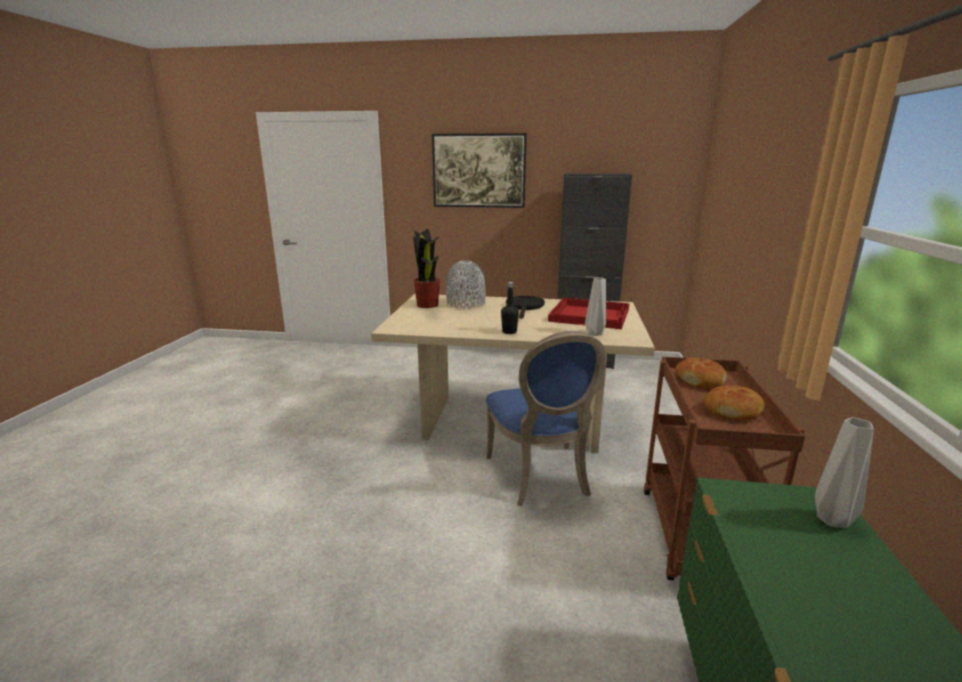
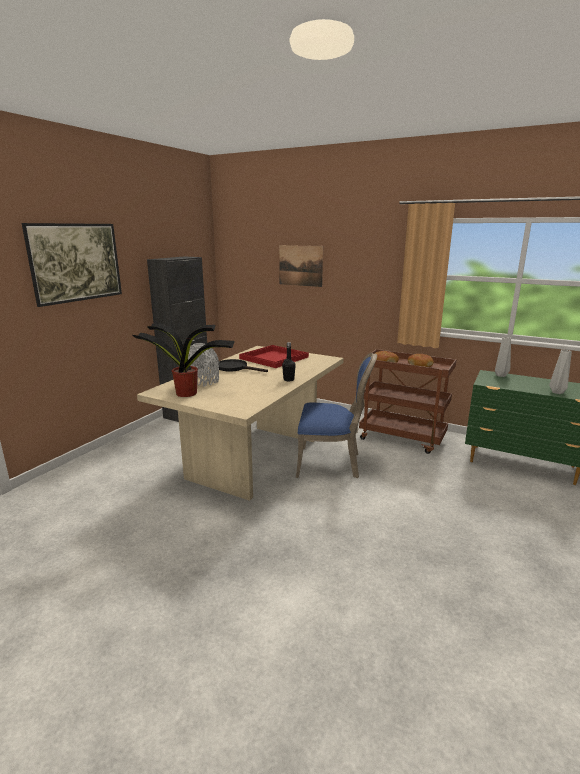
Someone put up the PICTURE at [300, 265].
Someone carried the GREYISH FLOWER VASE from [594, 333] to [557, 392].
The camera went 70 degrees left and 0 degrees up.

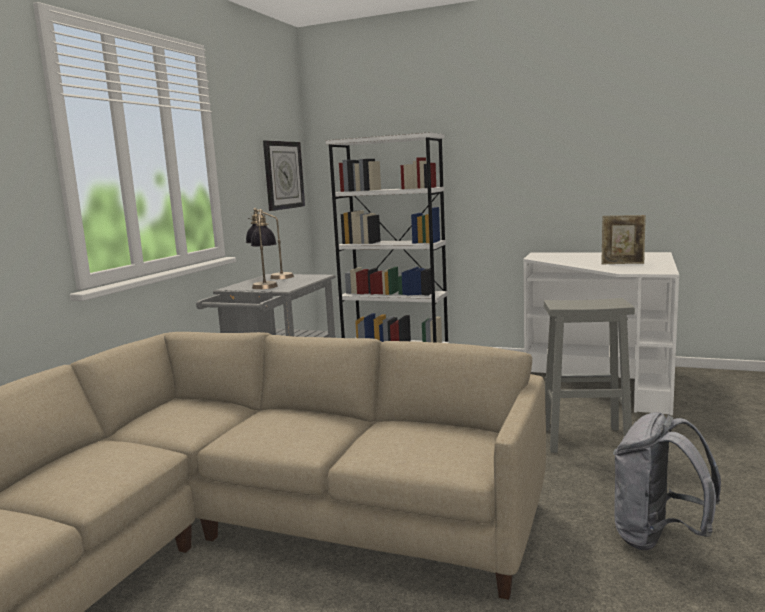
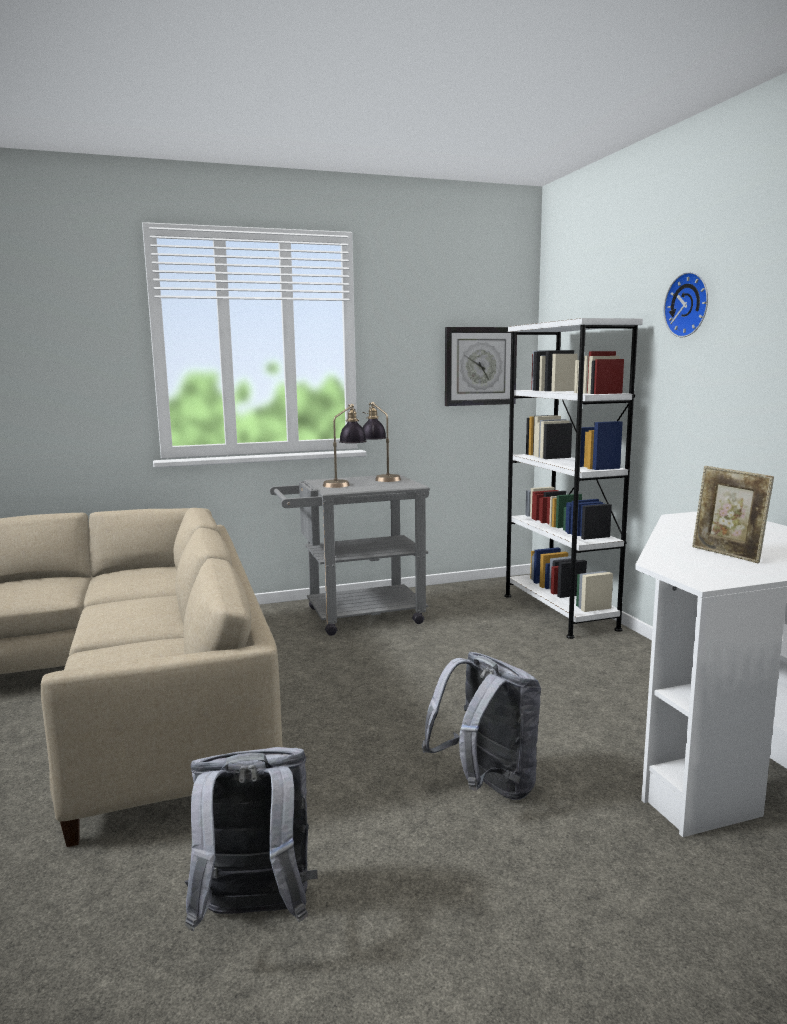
Someone swapped the GREYISH STOOL SEAT at [583, 440] for the GREYISH KNAPSACK at [486, 787].
Someone put up the HANGING CLOCK at [689, 305].
The camera went 50 degrees right and 0 degrees up.

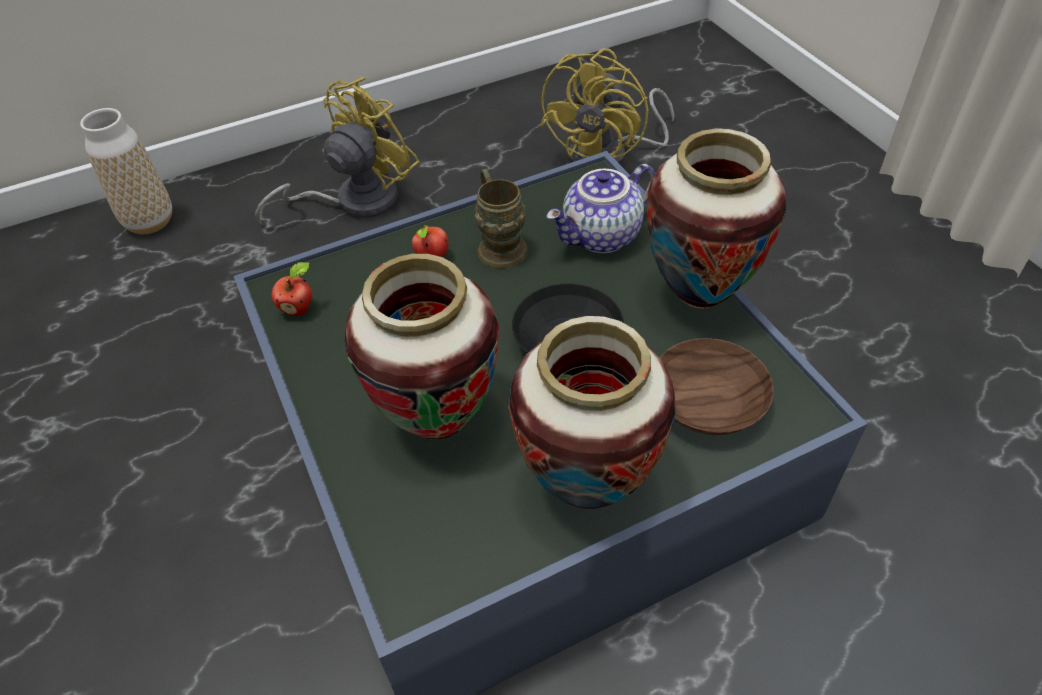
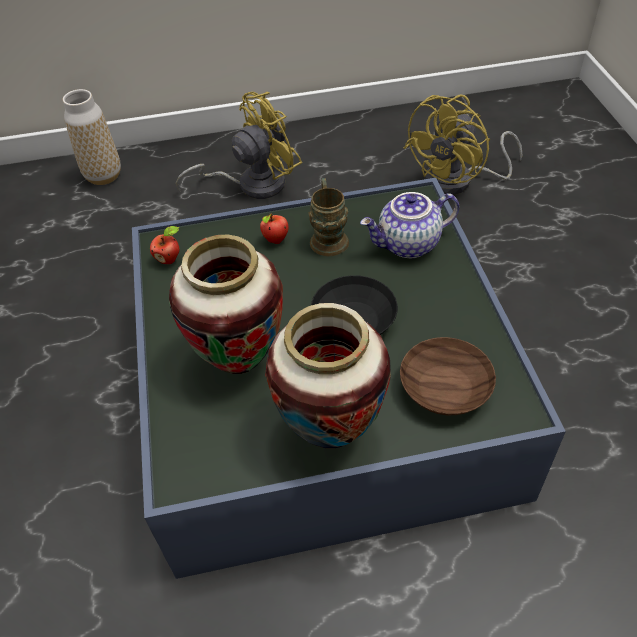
Someone took away the FLOWER VASE at [698, 295].
The camera went 15 degrees right and 0 degrees up.

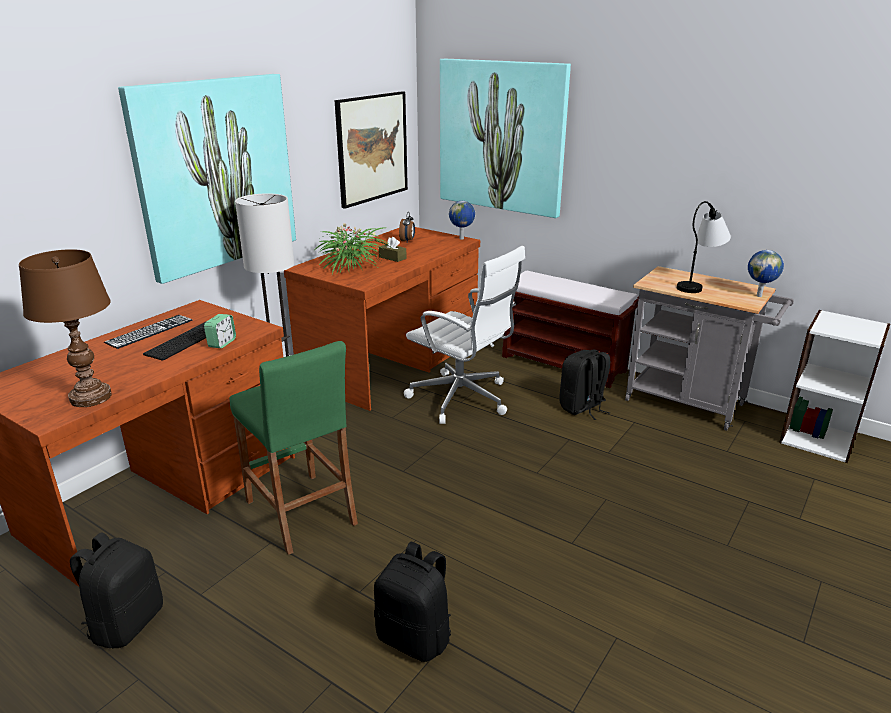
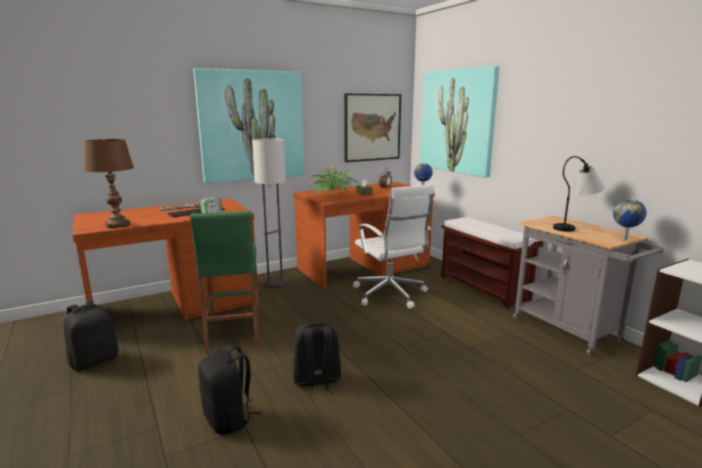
Someone carried the BLACKISH KNAPSACK from [582, 408] to [316, 381].
The camera went 25 degrees right and 10 degrees down.

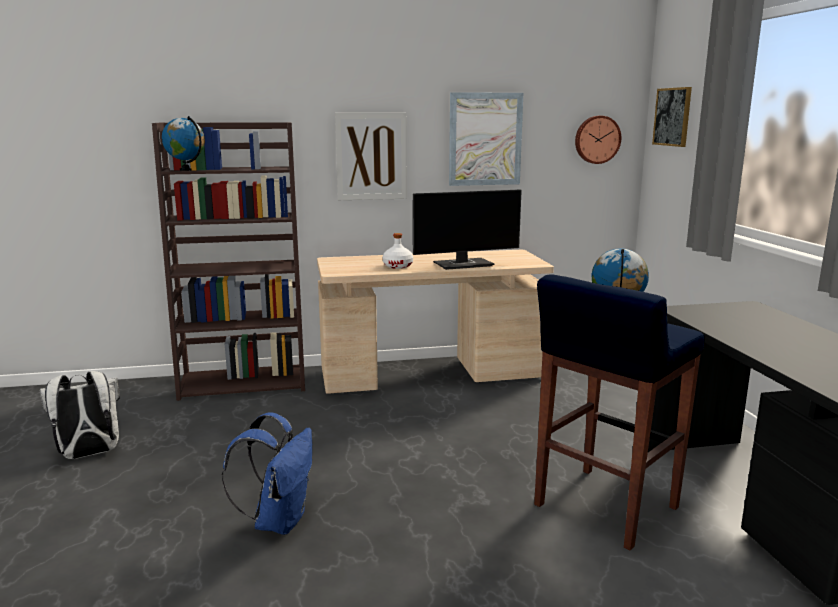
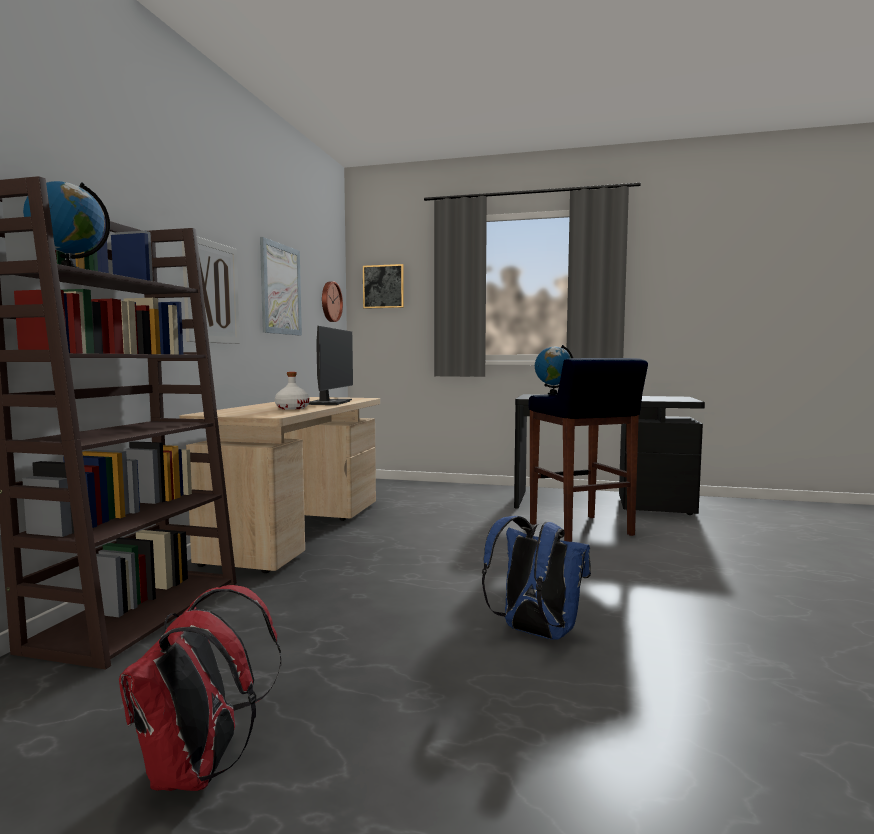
Someone repainted the WHITISH KNAPSACK at [88, 454], which became the RED KNAPSACK at [200, 770].
The camera went 65 degrees left and 10 degrees down.

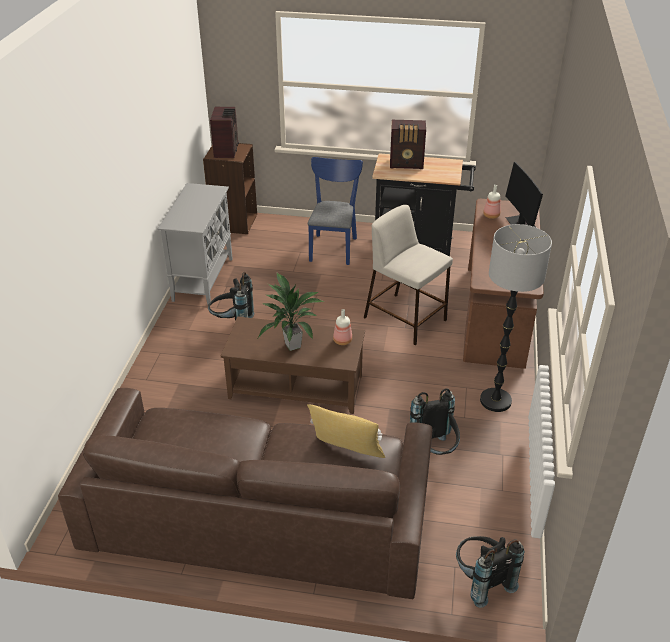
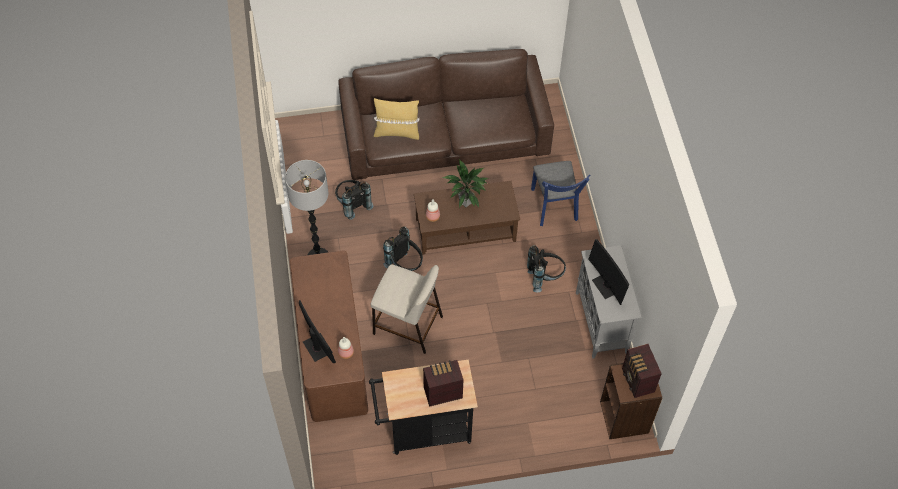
Someone carried the BLACKISH KNAPSACK from [481, 581] to [405, 265].
Someone carried the BLUE CHAIR from [333, 246] to [554, 208].
Someone put down the COMPUTER SCREEN at [606, 286].
The camera went 160 degrees right and 20 degrees up.

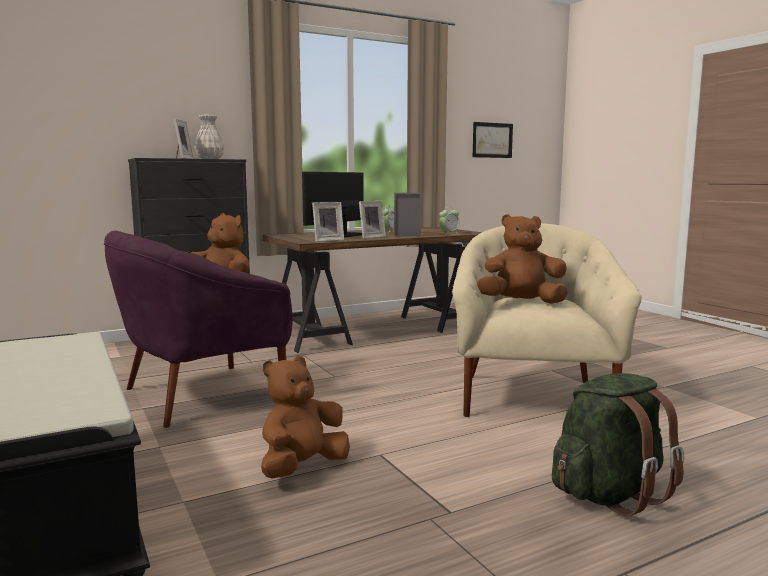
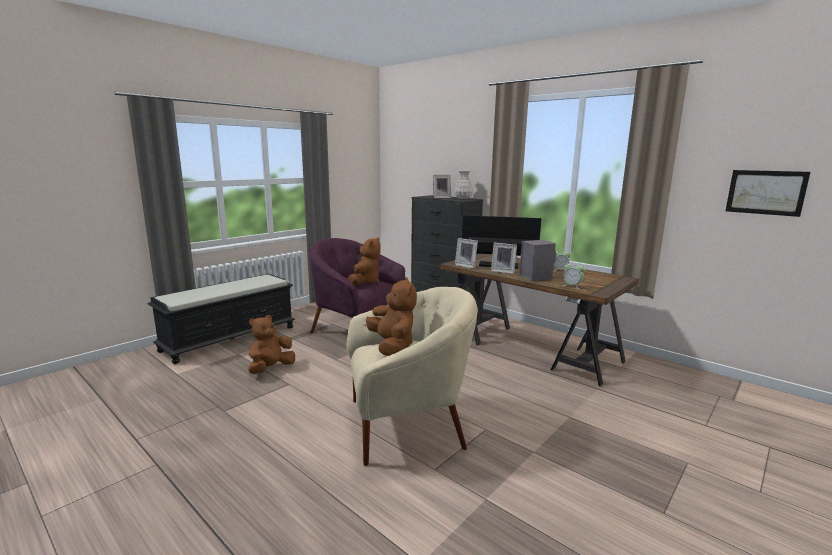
Someone rotated the BROWN-COLOURED SOFT TOY at [302, 467] by 75 degrees counterclockwise.
Someone took away the GREEN KNAPSACK at [609, 494].
The camera went 70 degrees right and 5 degrees up.

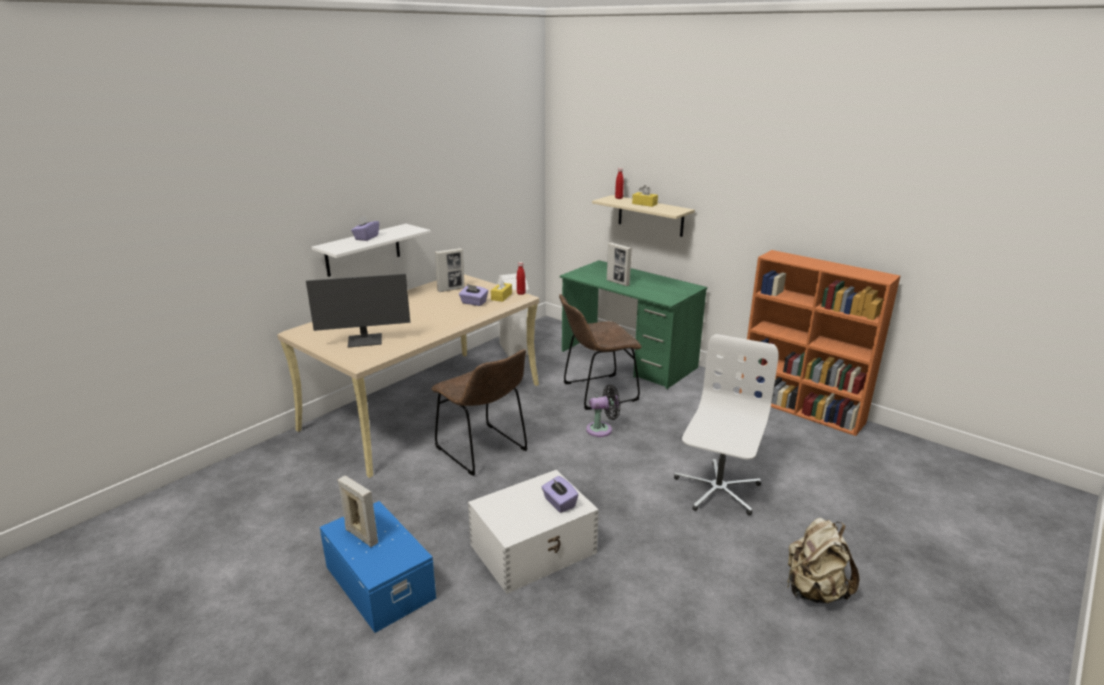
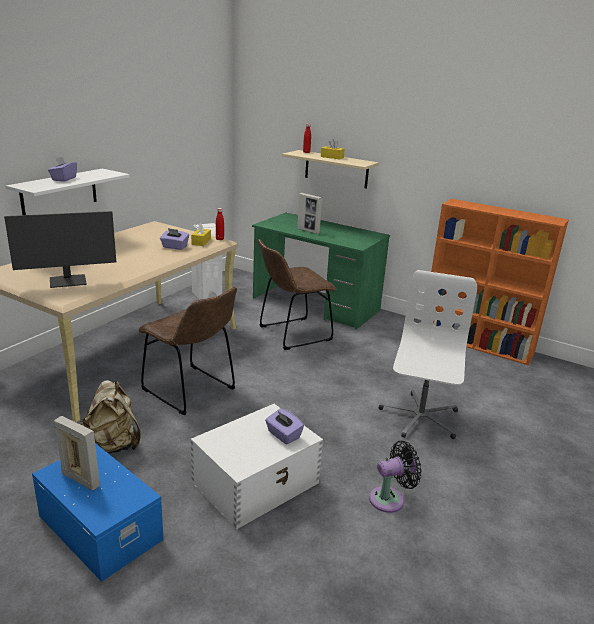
Someone carried the SAND-COLOURED KNAPSACK from [814, 591] to [113, 446].
Someone carried the BLACKISH COOLING FAN from [602, 429] to [390, 499].
Someone took away the PICTURE FRAME at [451, 289].
The camera went 10 degrees left and 0 degrees up.

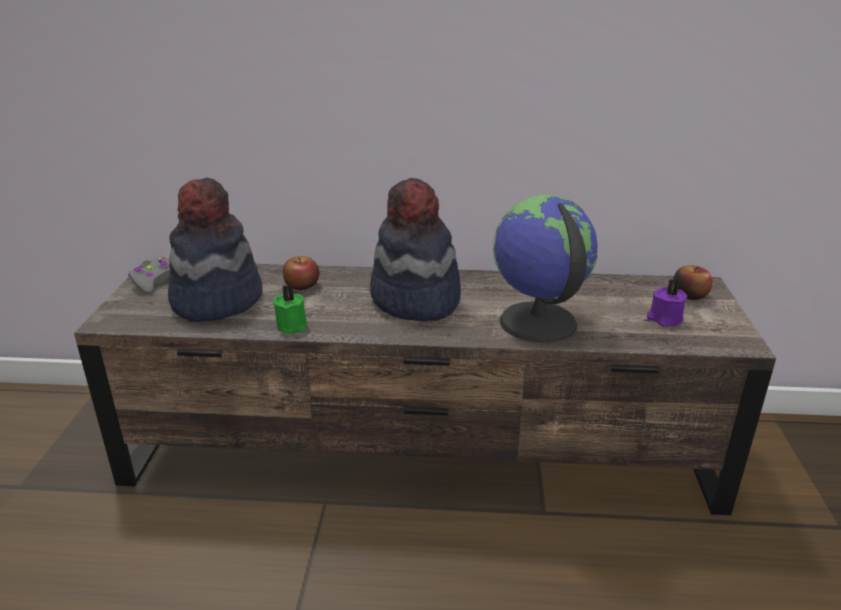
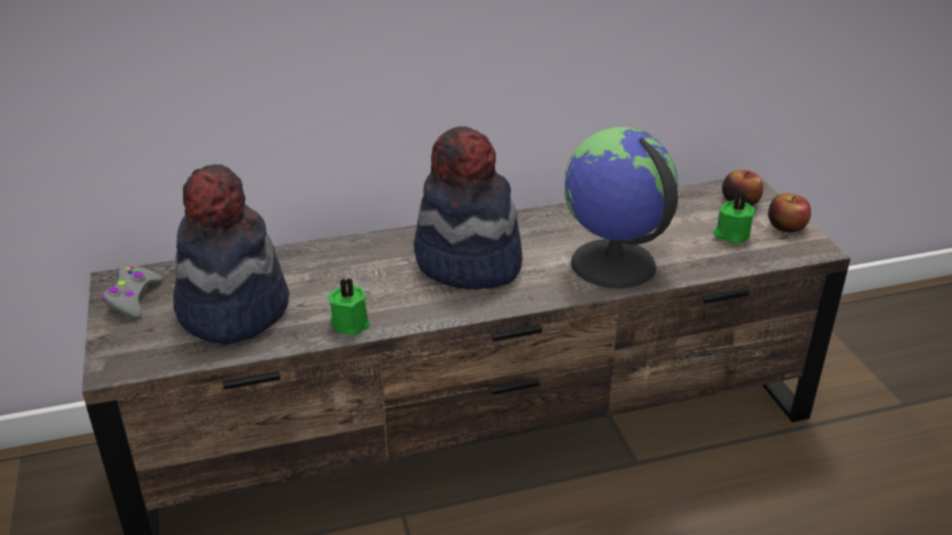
Someone repainted the PURPLE WAX CANDLE at [664, 319], which became the GREEN WAX CANDLE at [731, 235].
Someone carried the APPLE FRUIT from [302, 285] to [786, 226].
The camera went 20 degrees left and 5 degrees up.

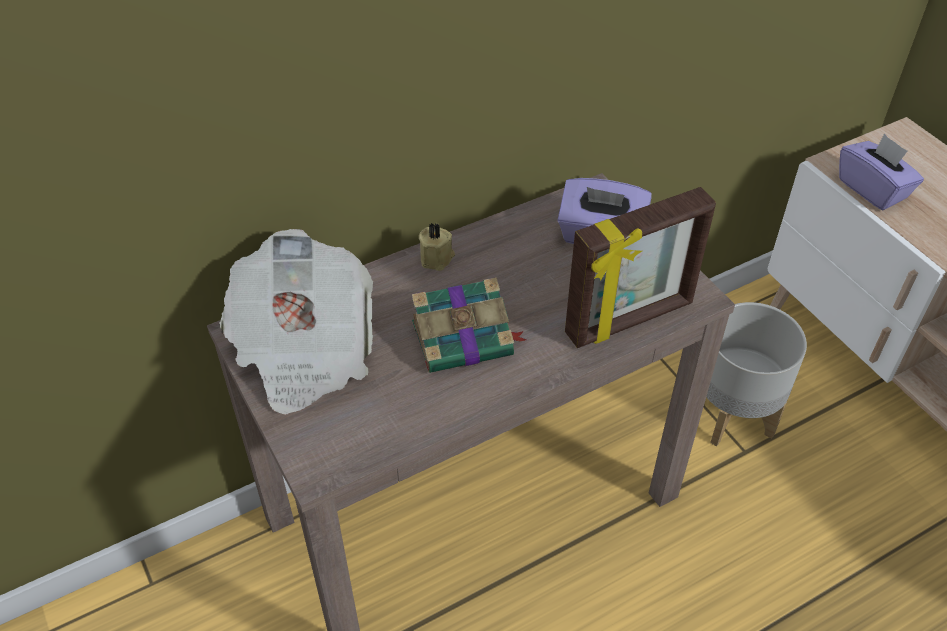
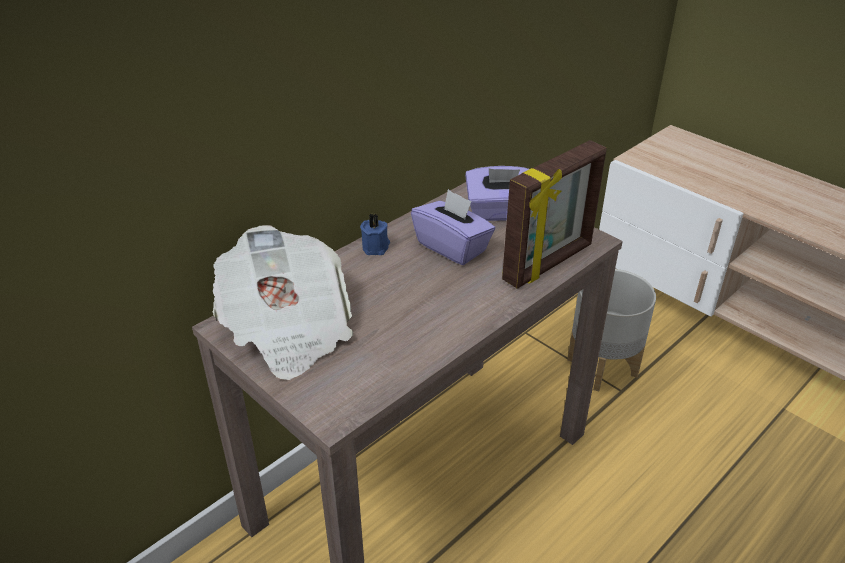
Someone repainted the SAND-COLOURED WAX CANDLE at [437, 258], which became the BLUE WAX CANDLE at [376, 247].
Someone carried the PURPLE TISSUE HOLDER from [872, 189] to [452, 247].
Someone took away the BOUND BOOK at [465, 338].
The camera went 15 degrees left and 10 degrees down.

